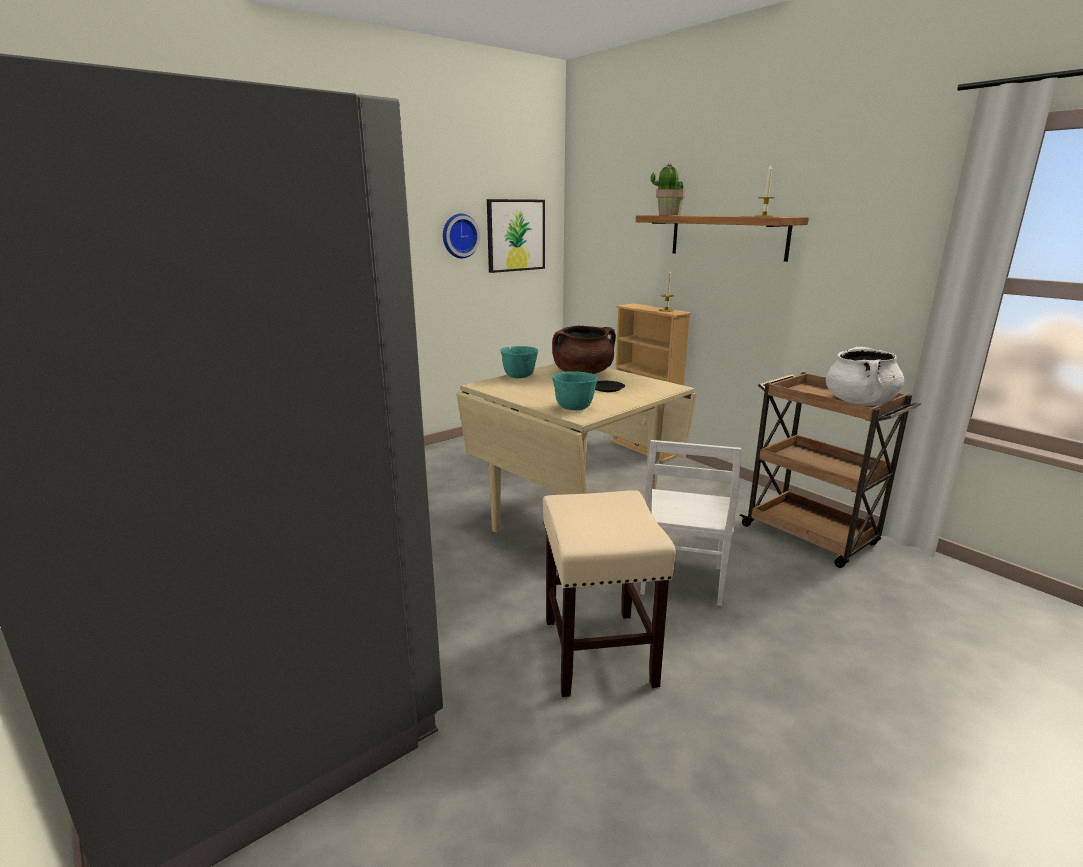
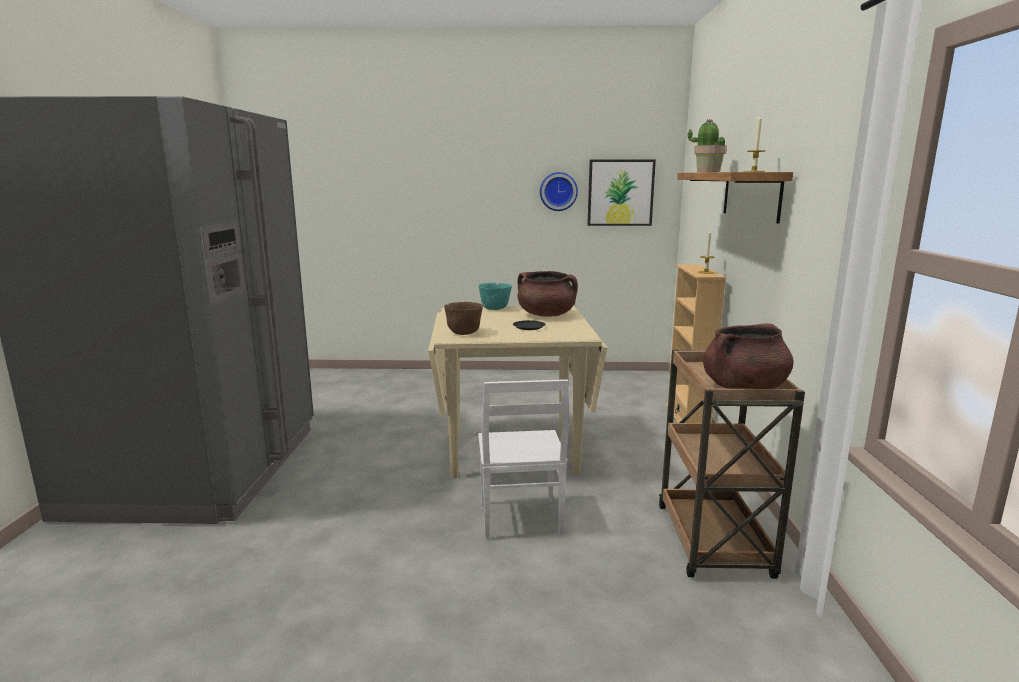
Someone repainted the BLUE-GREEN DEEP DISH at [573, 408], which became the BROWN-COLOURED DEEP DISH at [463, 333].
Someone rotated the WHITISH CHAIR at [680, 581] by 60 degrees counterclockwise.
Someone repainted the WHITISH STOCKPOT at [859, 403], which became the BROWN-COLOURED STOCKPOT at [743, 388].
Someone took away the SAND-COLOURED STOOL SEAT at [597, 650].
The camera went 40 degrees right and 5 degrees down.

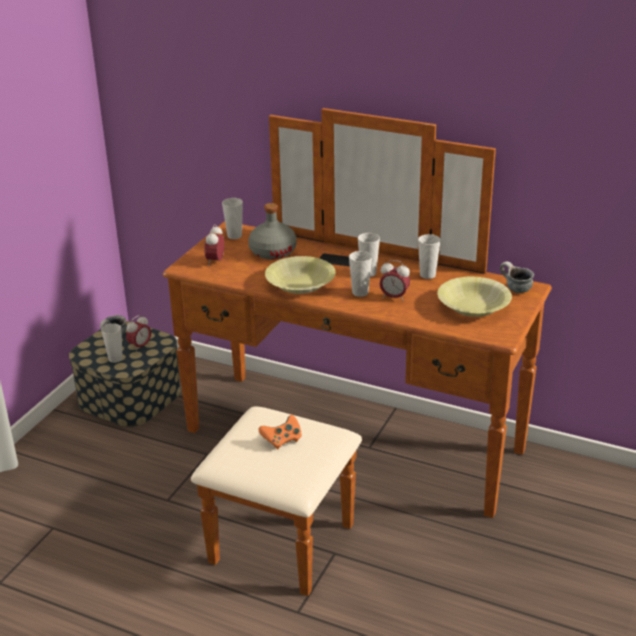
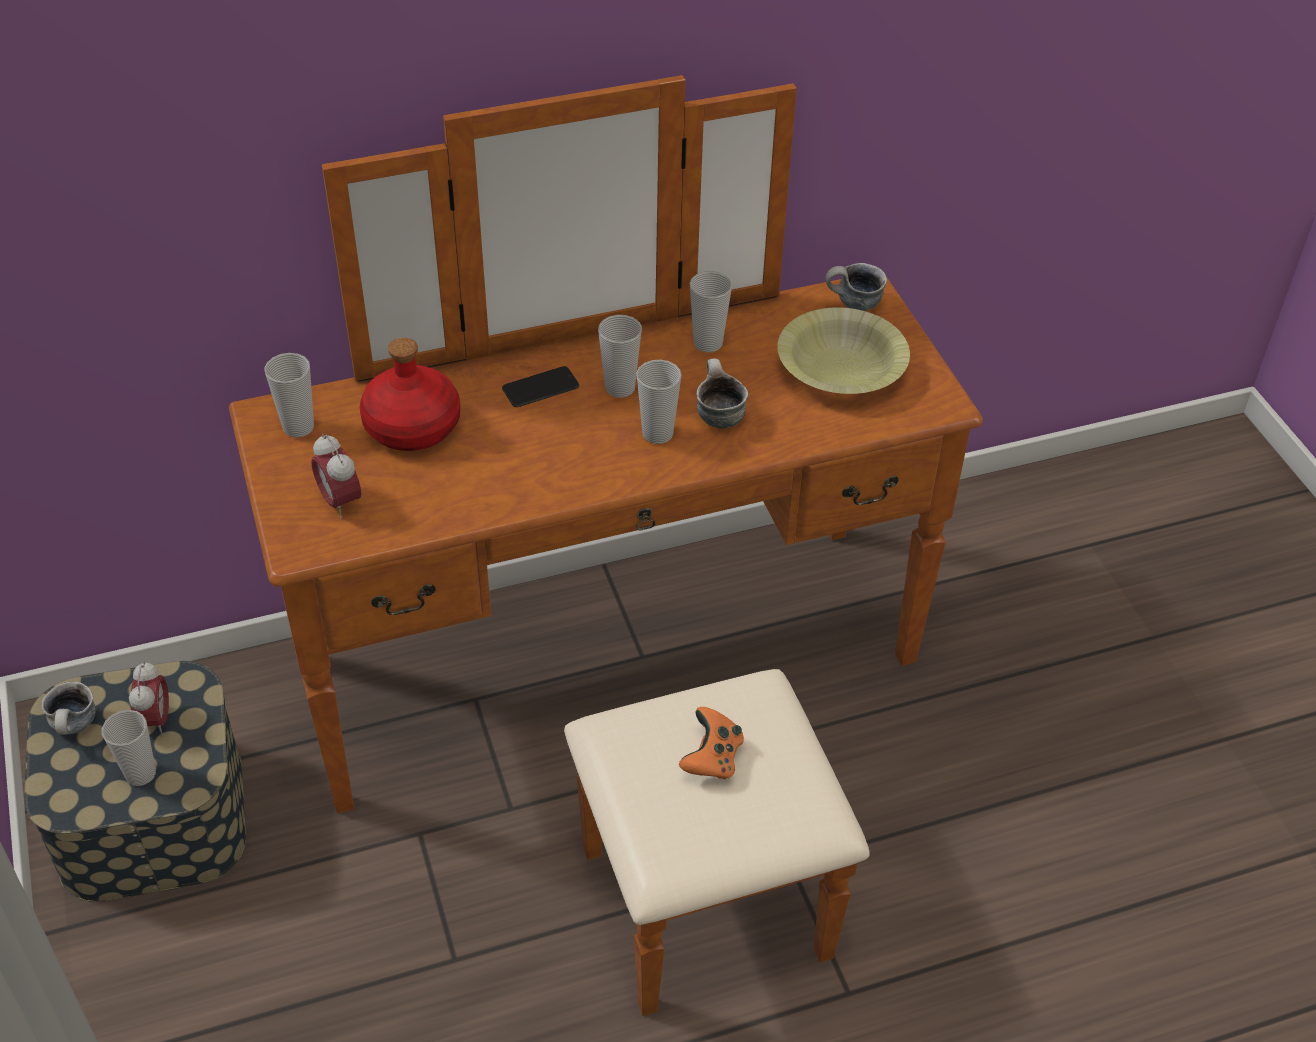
Someone repainted the GREYISH DRINK BOTTLE at [272, 252], which became the RED DRINK BOTTLE at [411, 426].
Someone swapped the TABLE CLOCK at [394, 297] for the COFFEE MUG at [717, 414].
Someone took away the YELLOW DEEP DISH at [300, 284].
The camera went 45 degrees left and 15 degrees up.

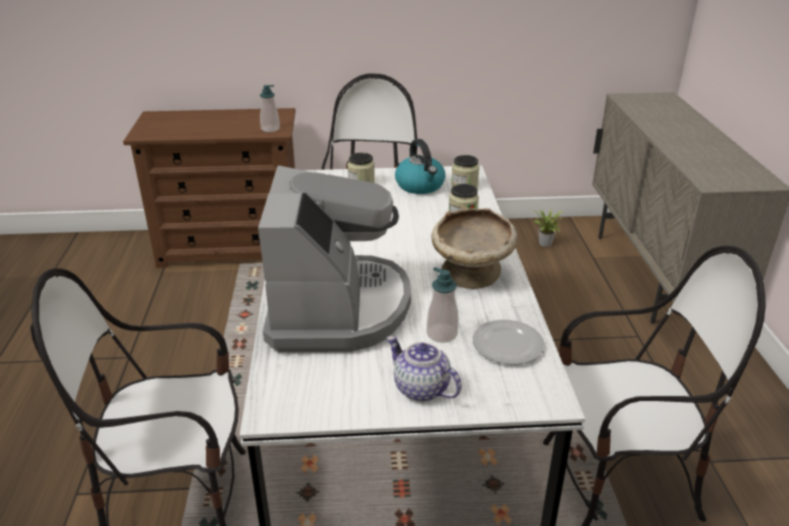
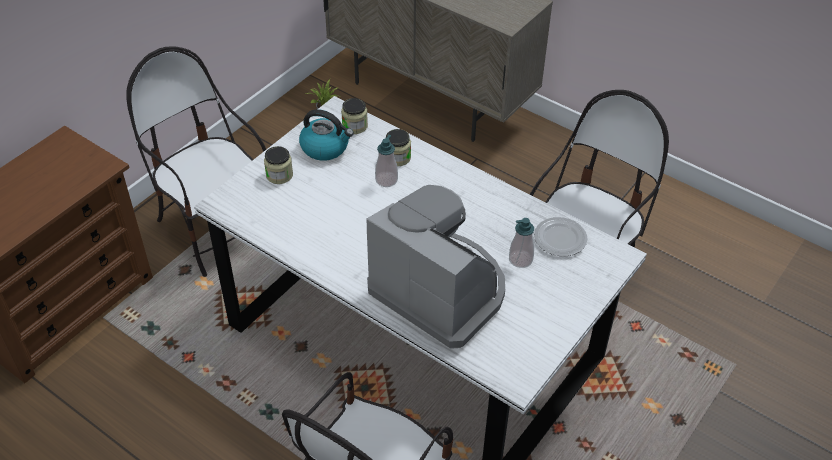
Someone carried the LIQUID SOAP BOTTLE from [270, 129] to [386, 180].
Someone took away the TEA POT at [420, 388].
Someone took away the SAND-COLOURED DEEP DISH at [472, 275].
The camera went 50 degrees left and 15 degrees up.

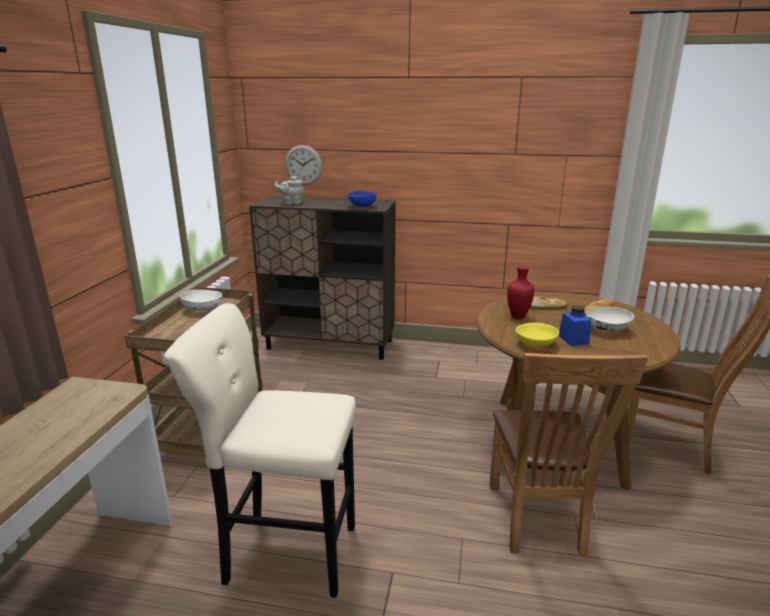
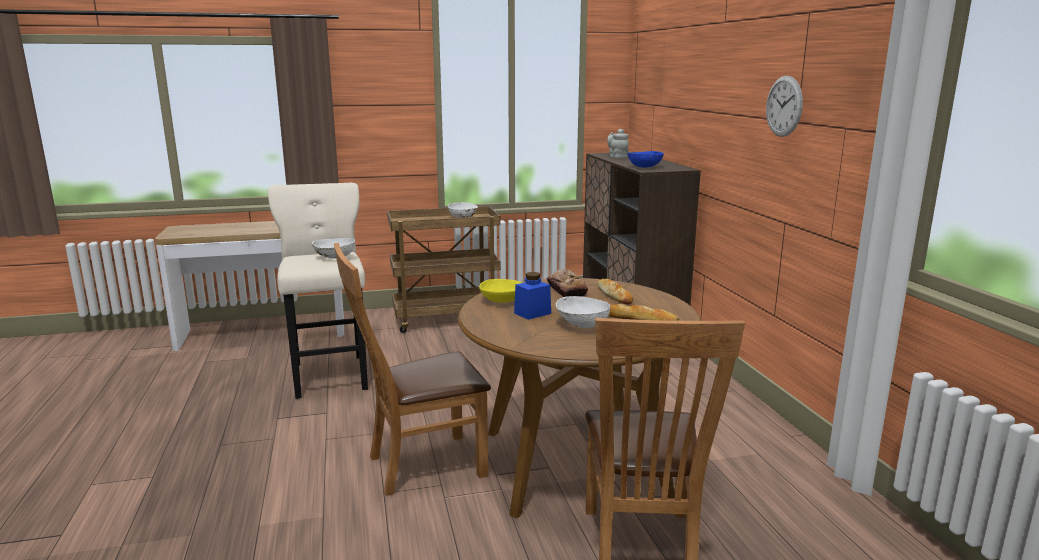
Someone put down the WHITISH DEEP DISH at [334, 258].
Someone swapped the RED FLOWER VASE at [517, 317] for the BAKERY BREAD at [566, 290].
Someone carried the HANGING CLOCK from [303, 165] to [784, 106].
The camera went 65 degrees right and 5 degrees down.

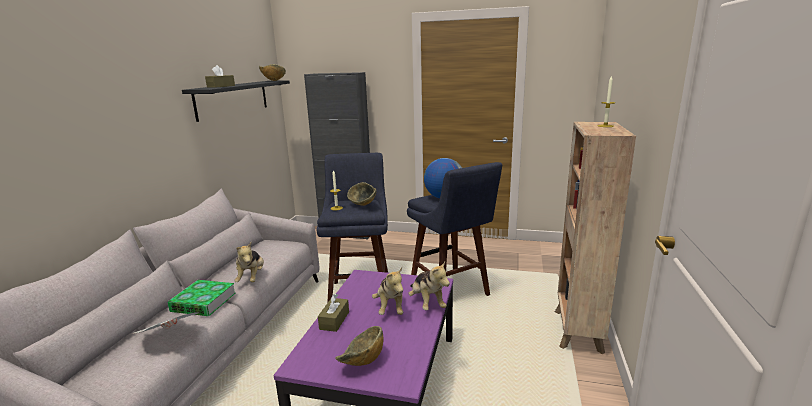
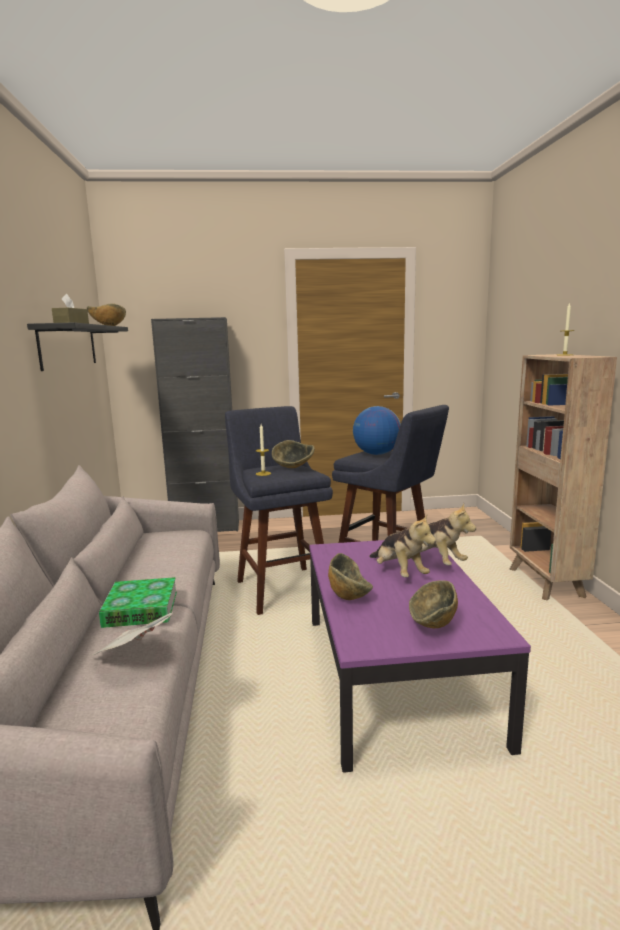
Someone swapped the BROWN-COLOURED TISSUE HOLDER at [334, 320] for the DEEP DISH at [349, 595].
Someone took away the SOFT TOY at [251, 278].
The camera went 20 degrees left and 5 degrees down.

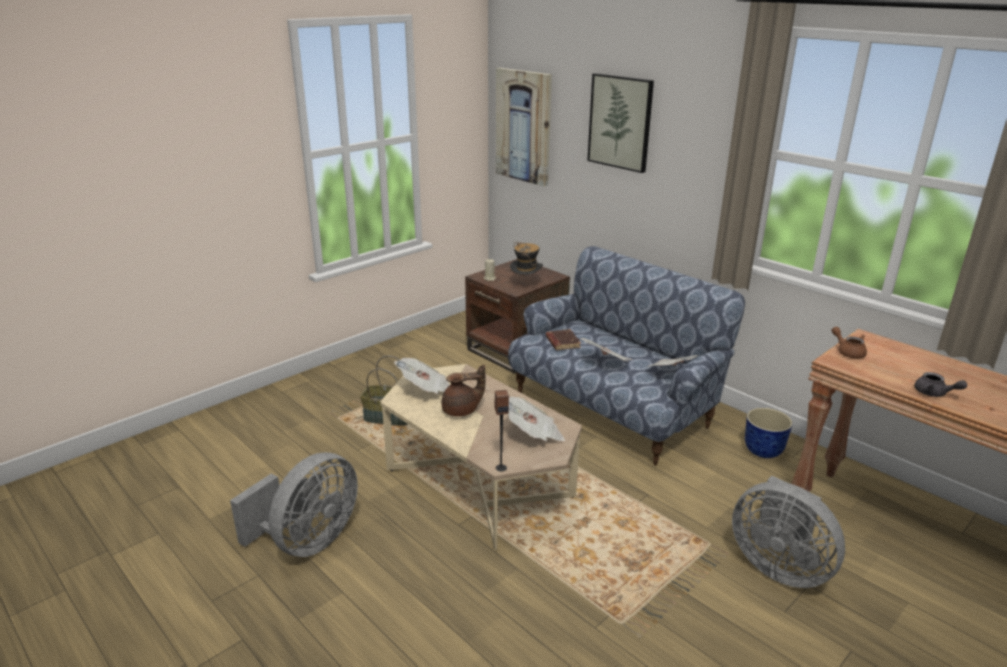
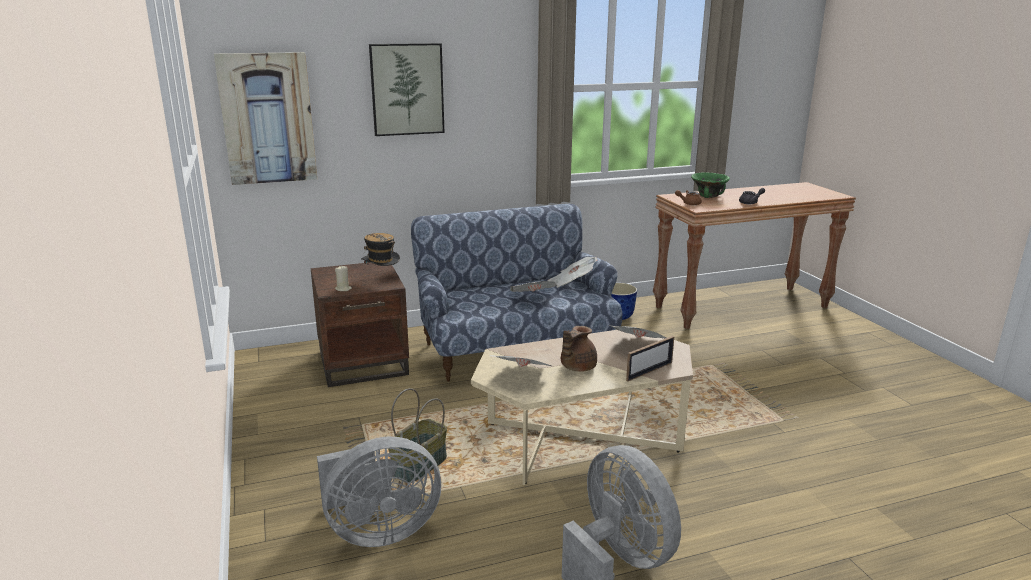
Someone carried the GREYISH COOLING FAN from [779, 566] to [379, 531].
Someone rotated the BROWN-COLOURED TEA POT at [462, 410] by 150 degrees counterclockwise.
Someone put down the PICTURE FRAME at [649, 371].
Someone put down the GREEN DEEP DISH at [708, 196].
Someone took away the SPEAKER at [501, 467].
Someone took away the BROWN-COLOURED BOUND BOOK at [562, 342].
The camera went 65 degrees left and 5 degrees down.

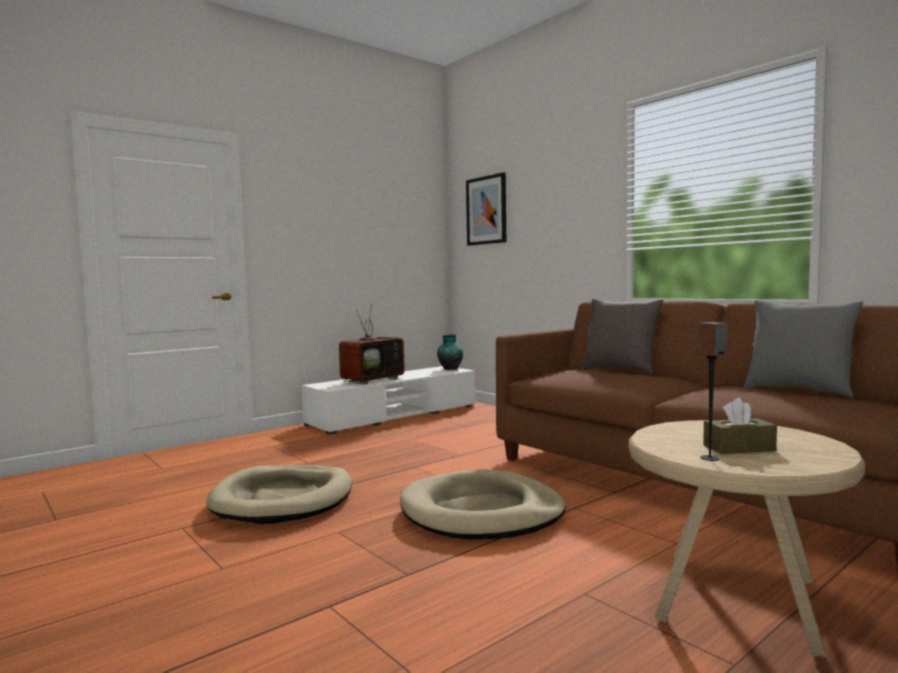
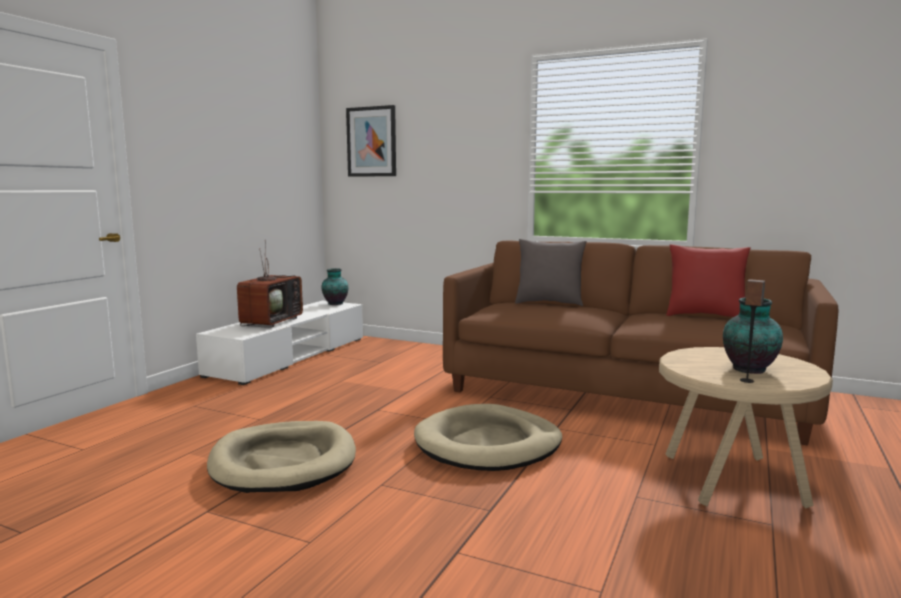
Someone repainted the GREYISH PILLOW at [798, 391], which became the RED PILLOW at [704, 316].
Someone swapped the BROWN-COLOURED TISSUE HOLDER at [739, 448] for the FLOWER VASE at [749, 370].
The camera went 25 degrees left and 5 degrees up.

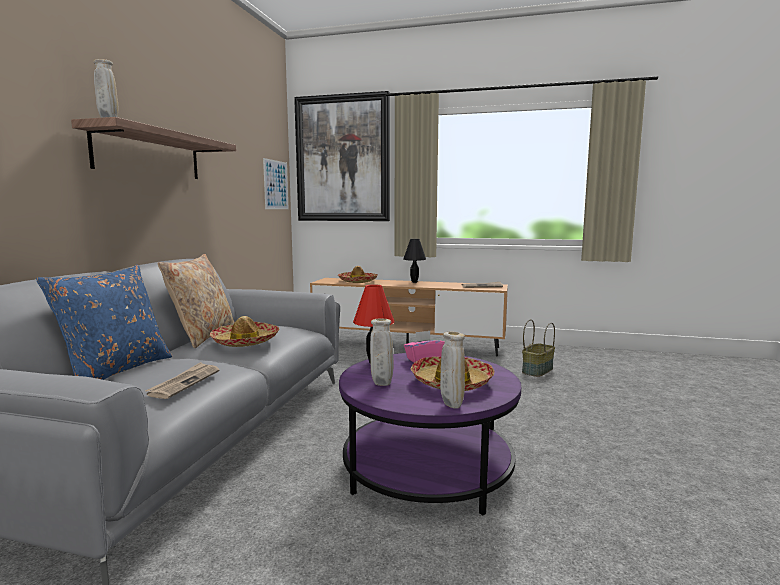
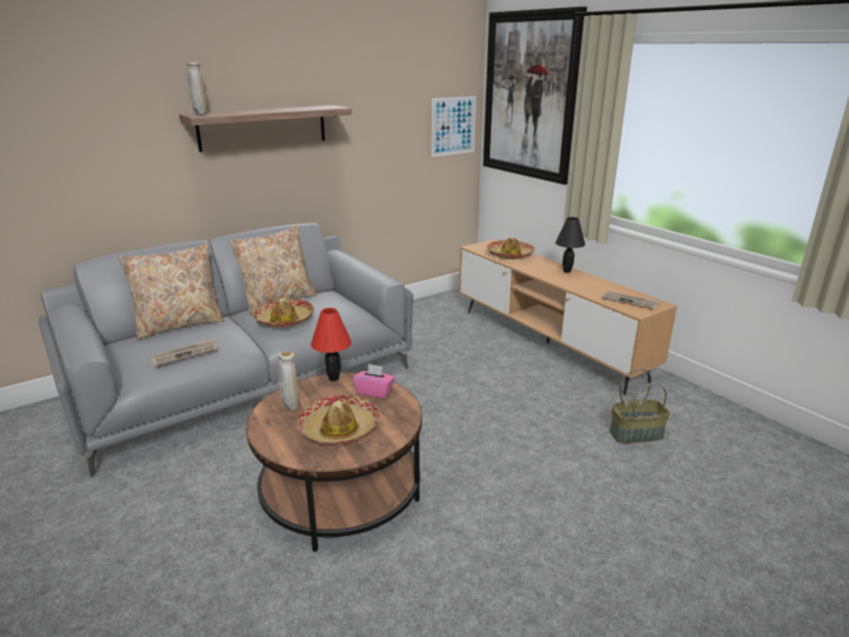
Someone repainted the BLUE PILLOW at [116, 370], which became the SAND-COLOURED PILLOW at [179, 325].
Someone repainted the PURPLE COFFEE TABLE at [427, 469], which became the BROWN-COLOURED COFFEE TABLE at [341, 490].
Someone took away the SAND-COLOURED FLOWER VASE at [451, 406].
The camera went 40 degrees right and 15 degrees up.

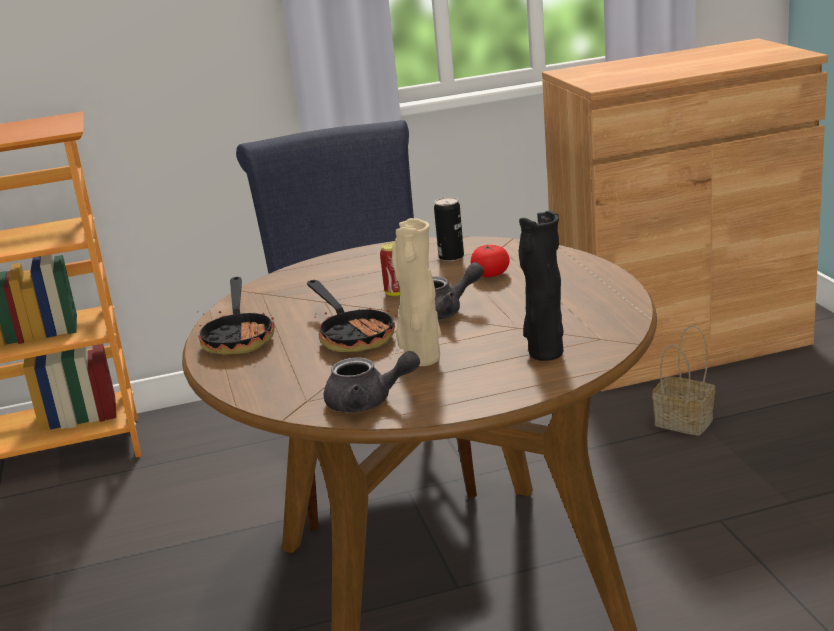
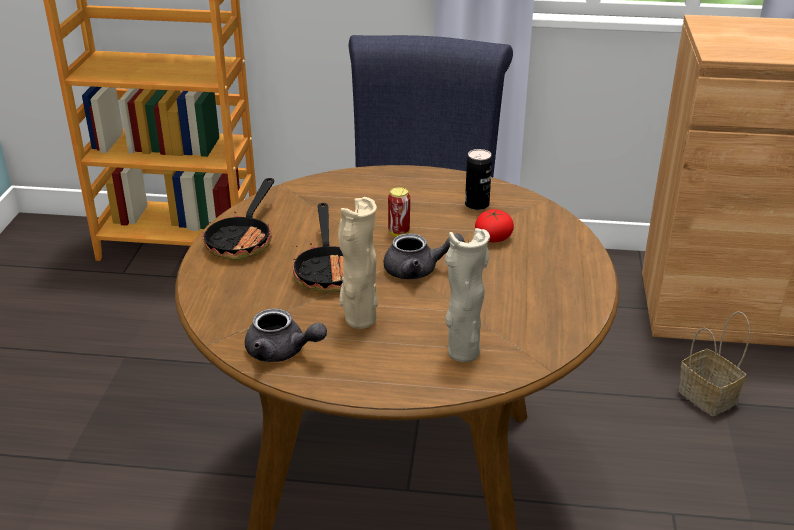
Someone repainted the BLACKISH FLOWER VASE at [544, 354], which became the SAND-COLOURED FLOWER VASE at [462, 352].
The camera went 20 degrees right and 10 degrees up.

